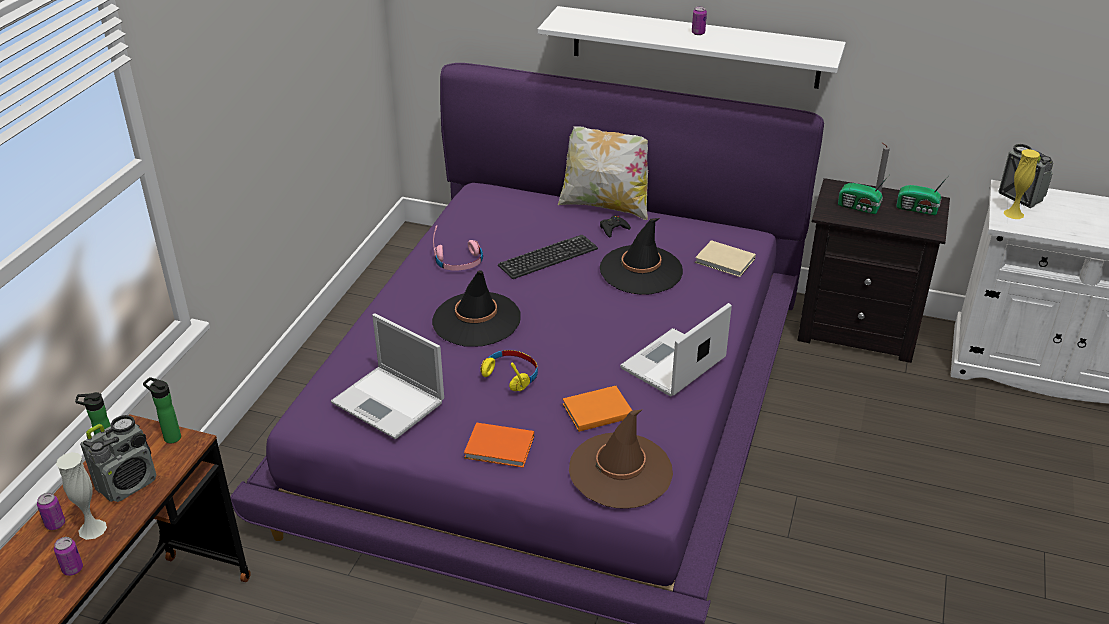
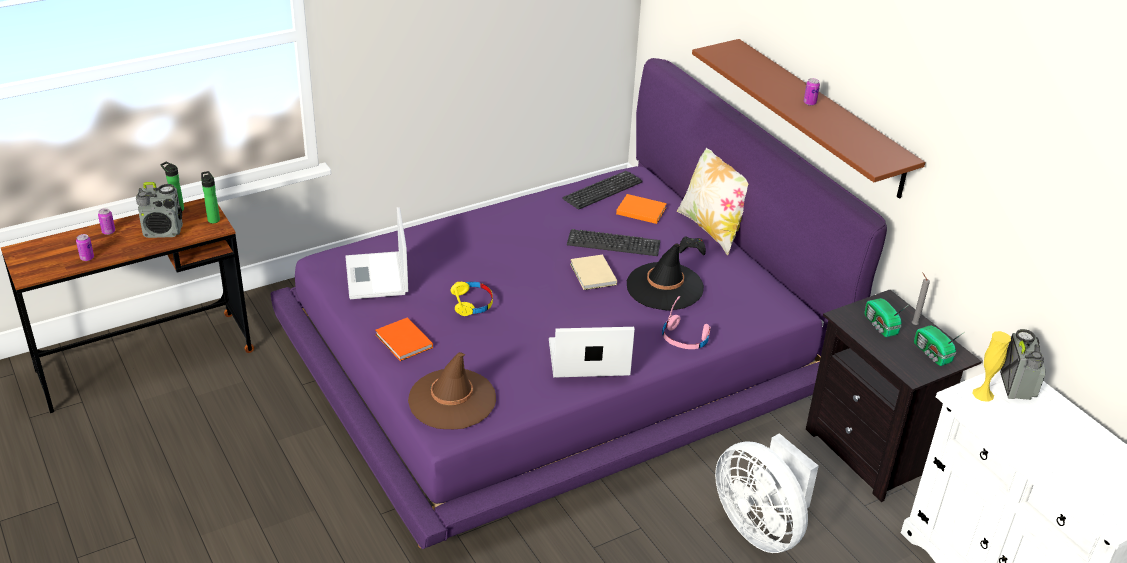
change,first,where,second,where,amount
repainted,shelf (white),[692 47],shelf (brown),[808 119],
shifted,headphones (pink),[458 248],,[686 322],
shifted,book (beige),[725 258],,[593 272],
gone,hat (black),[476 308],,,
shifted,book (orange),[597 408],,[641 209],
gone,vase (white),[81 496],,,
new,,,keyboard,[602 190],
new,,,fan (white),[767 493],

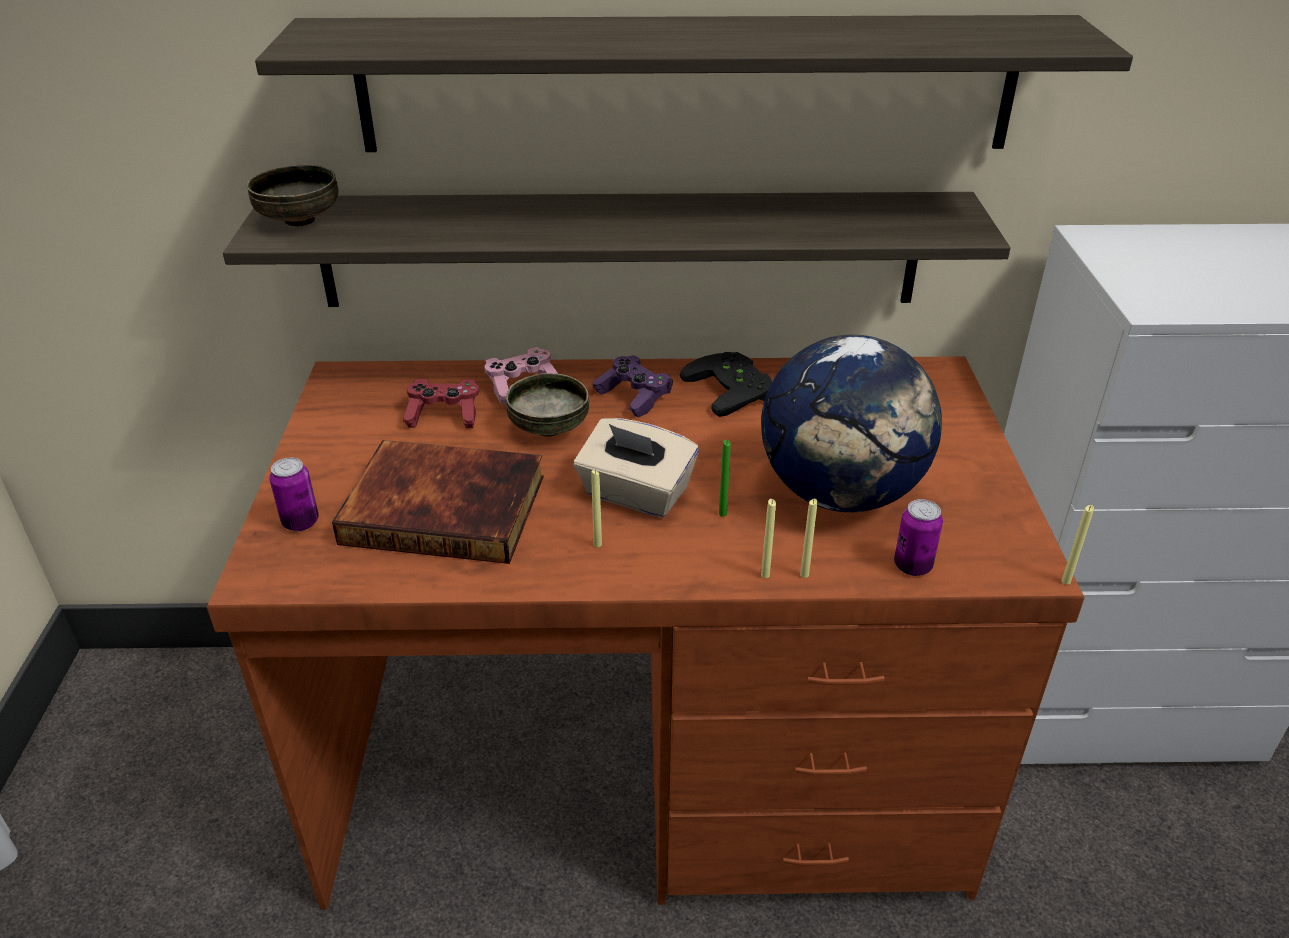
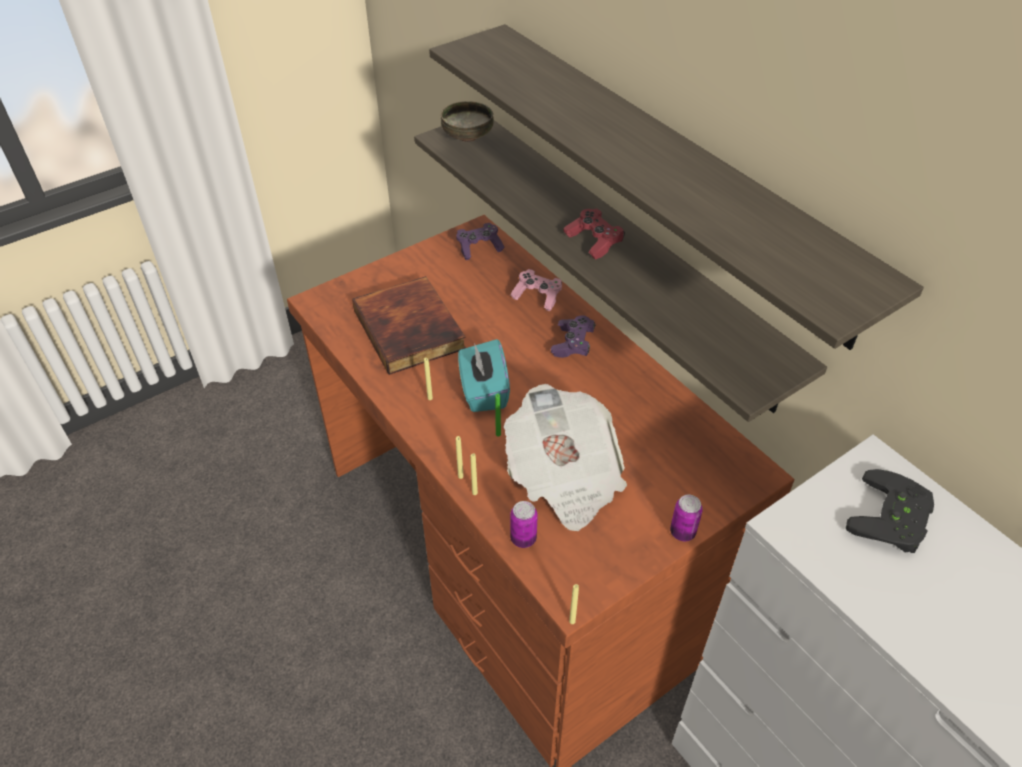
change,first,where,second,where,amount
swapped,globe,[851 423],newspaper,[565 457],
shifted,game controller (black),[726 384],,[890 511],
gone,bowl,[547 405],,,
shifted,game controller (red),[441 403],,[594 234],
repainted,tissue box (beige),[636 468],tissue box (turquoise),[484 375],
shifted,can,[294 494],,[686 518],
new,,,game controller (purple),[480 241],

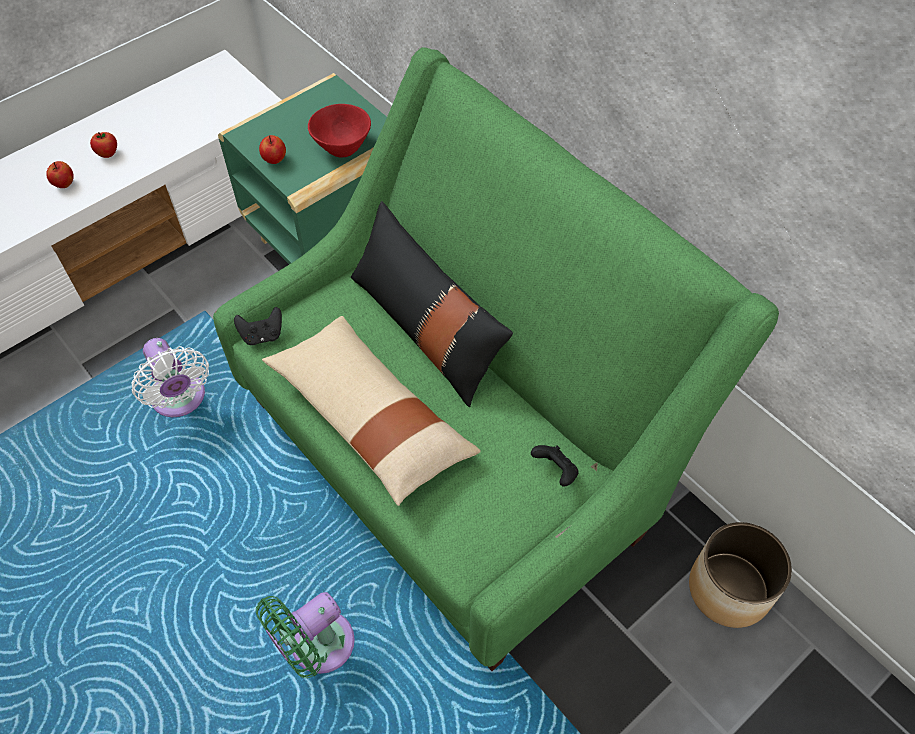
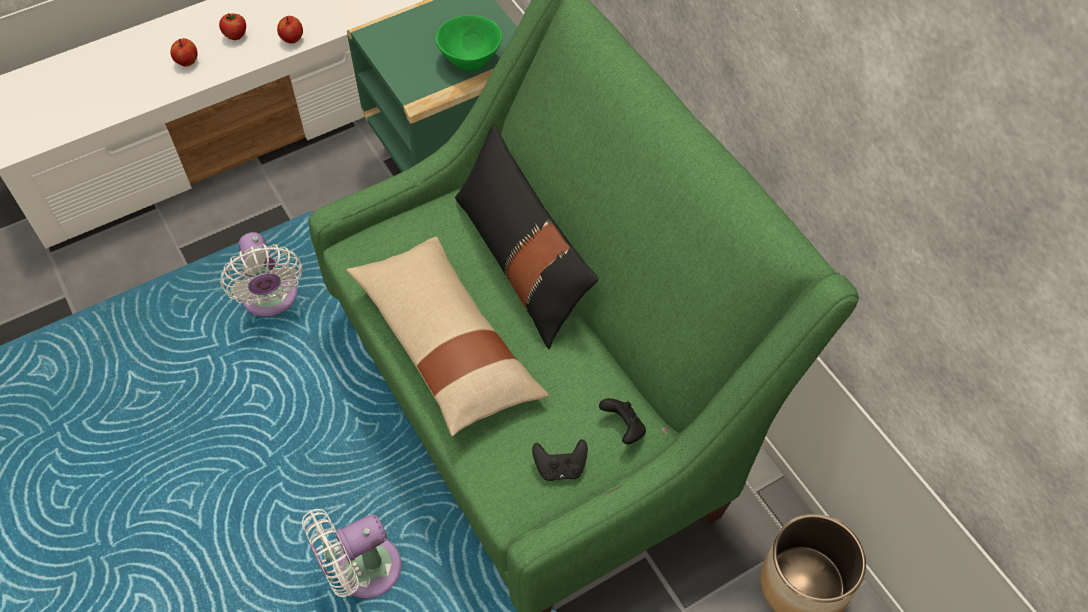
change,first,where,second,where,amount
repainted,bowl (red),[339 130],bowl (green),[469 43],
shifted,apple,[272 149],,[290 30],
shifted,game controller (black),[258 326],,[560 460],
repainted,fan (green),[305 635],fan (white),[352 554],

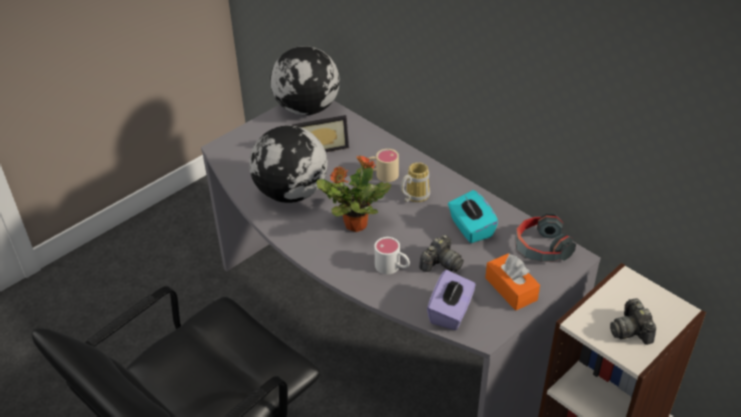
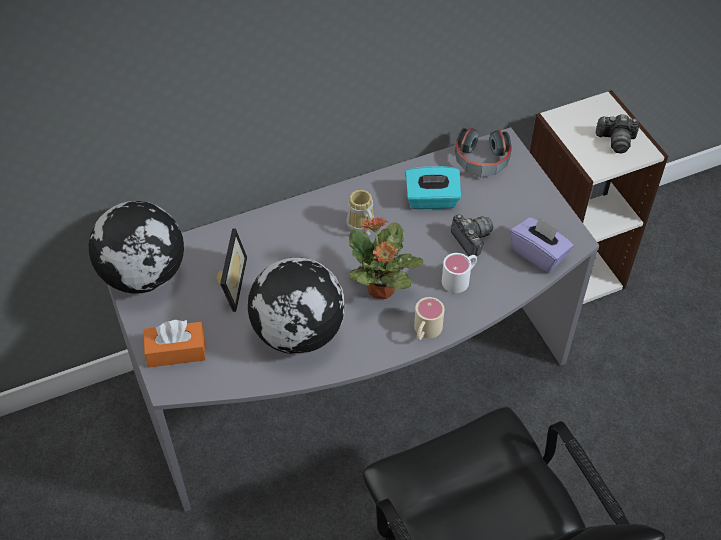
change,first,where,second,where,amount
shifted,mug (beige),[383 165],,[429 318],
shifted,tissue box (orange),[512 282],,[175 343],

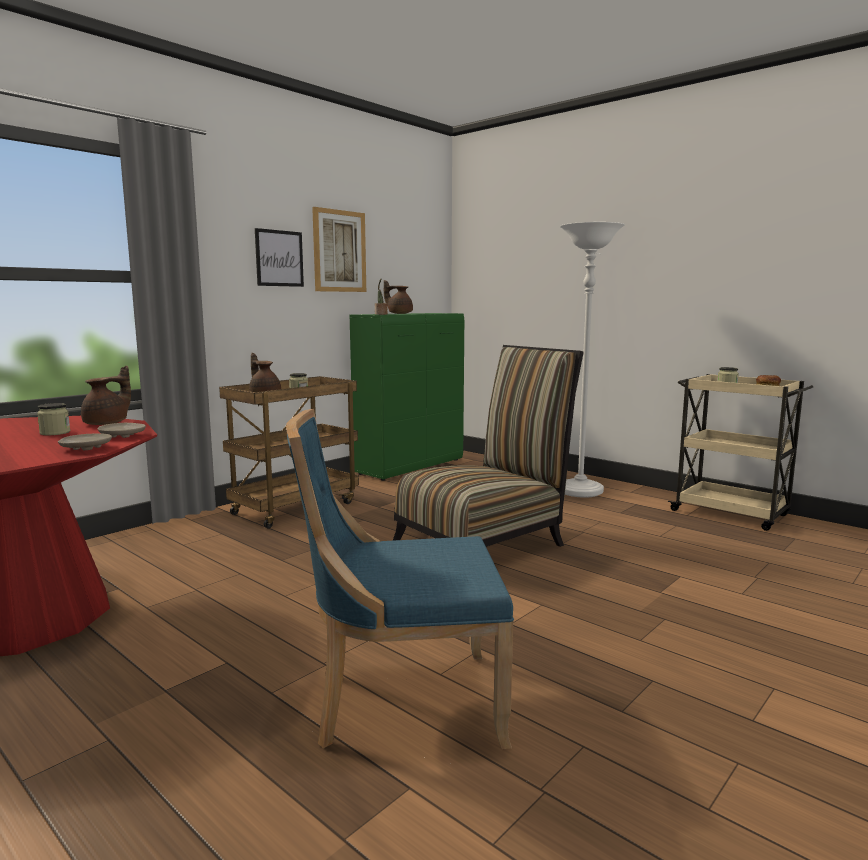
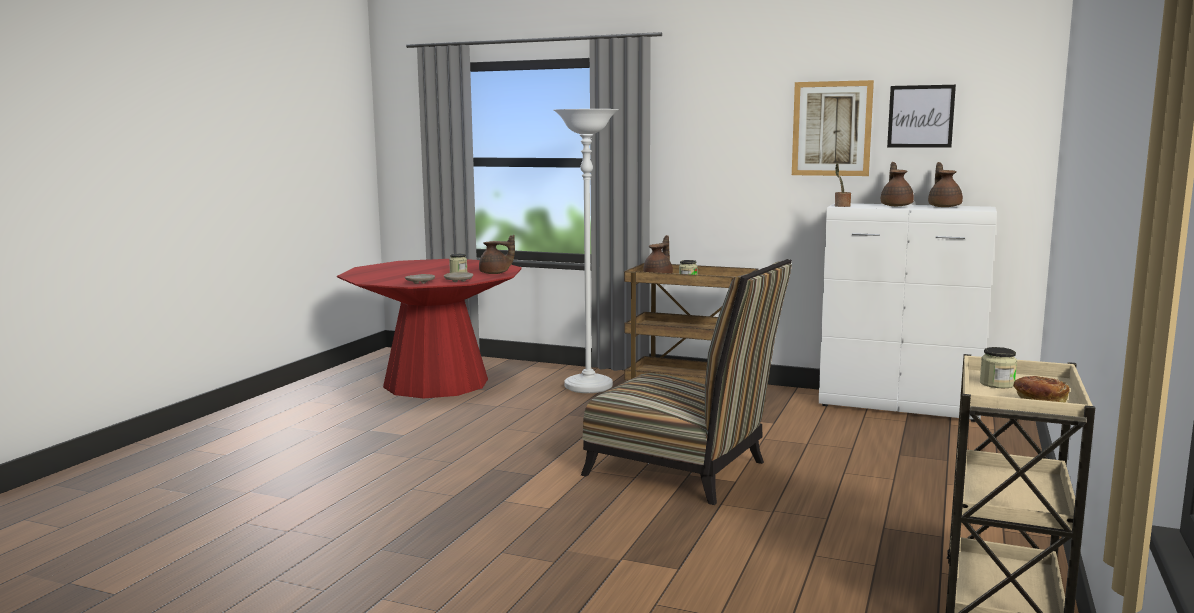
change,first,where,second,where,amount
shifted,floor lamp (white),[592 360],,[586 251],
shifted,picture,[279 257],,[921 116],
repainted,cabinet (green),[407 397],cabinet (white),[908 312],
gone,chair (blue),[400 579],,,
new,,,teapot (brown),[945 184],

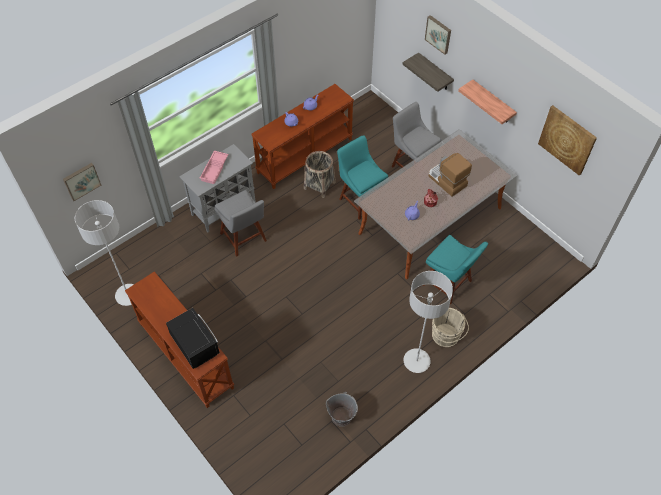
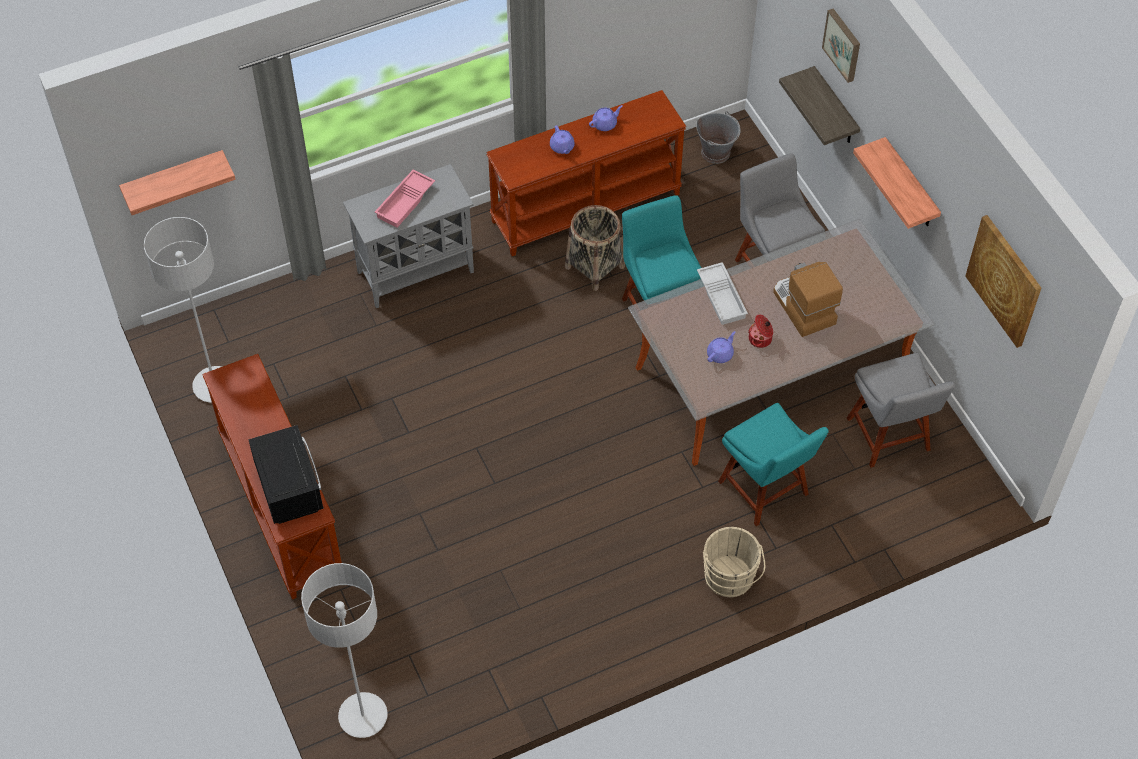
change,first,where,second,where,amount
swapped,picture,[82 182],shelf,[177 182],
shifted,chair (grey),[240 223],,[901 410],
shifted,floor lamp (grey),[428 322],,[344 650],
shifted,bucket (grey),[342 409],,[718 137],
new,,,tray (white),[722 293],

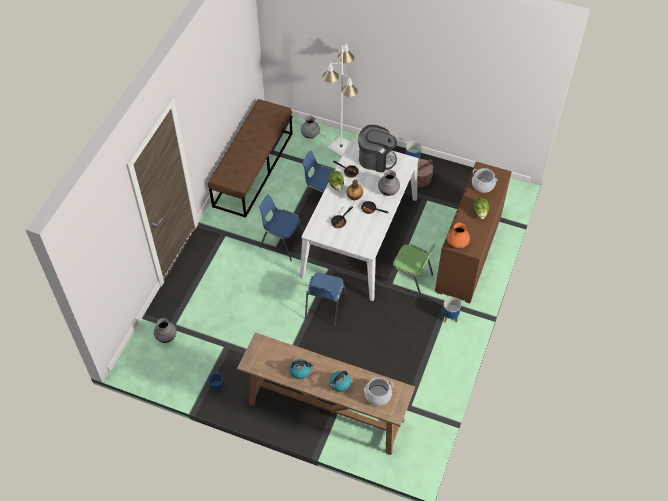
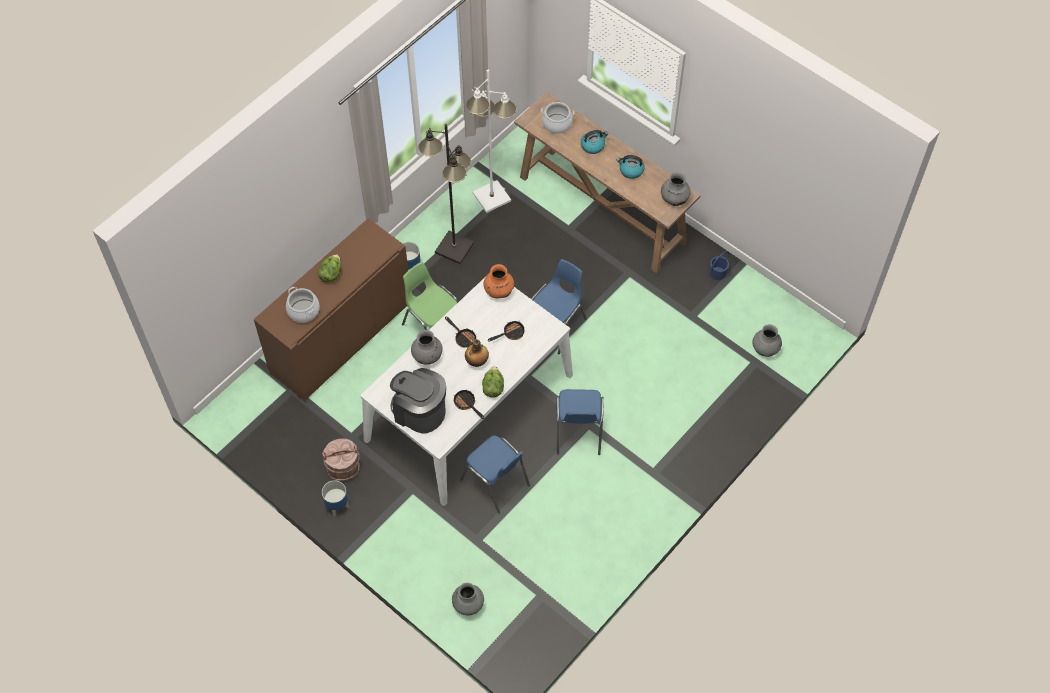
change,first,where,second,where,amount
shifted,floor lamp (white),[340 100],,[491 141],
gone,bench (brown),[250 158],,,
rotated,chair (blue),[281 227],,[580 422],45 degrees clockwise
shifted,vase (orange),[458 236],,[498 281],
new,,,floor lamp (black),[446 194],
new,,,vase (grey),[675 189],

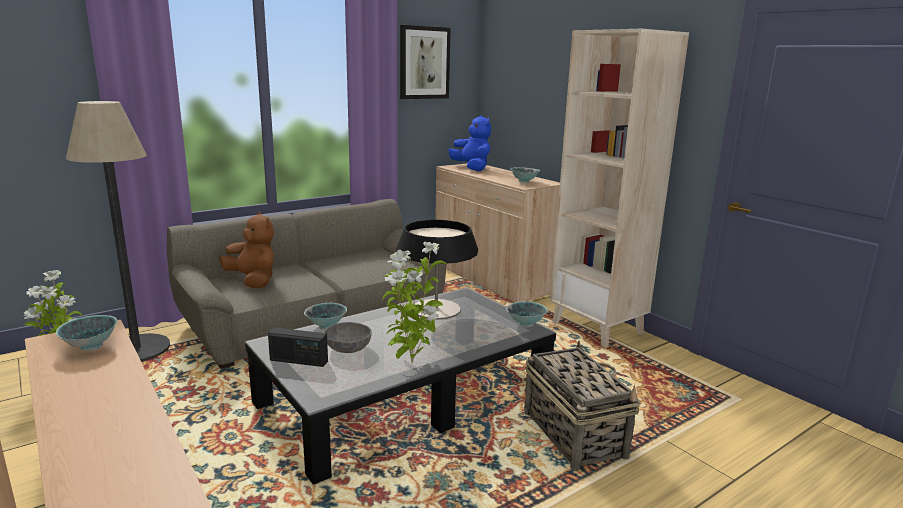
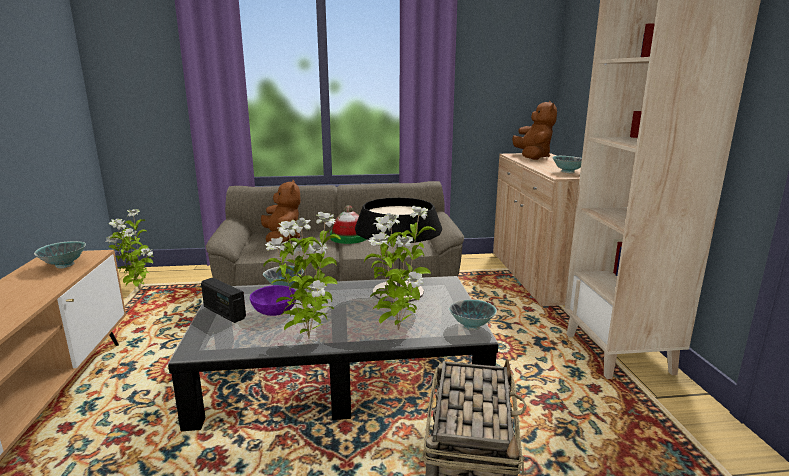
change,first,where,second,where,amount
gone,picture,[425 62],,,
gone,floor lamp,[118 231],,,
repainted,plush toy (blue),[469 143],plush toy (brown),[534 130],
repainted,bowl (grey),[348 337],bowl (purple),[273 300],
new,,,hat,[348 224],
new,,,potted plant,[400 268],

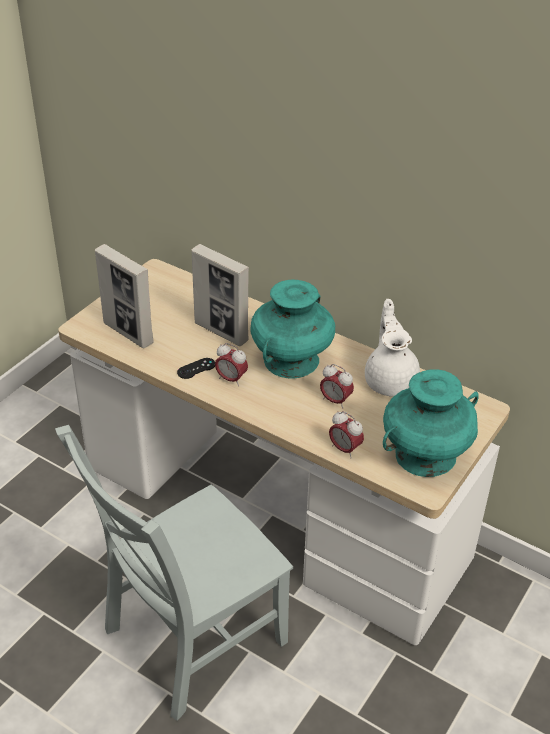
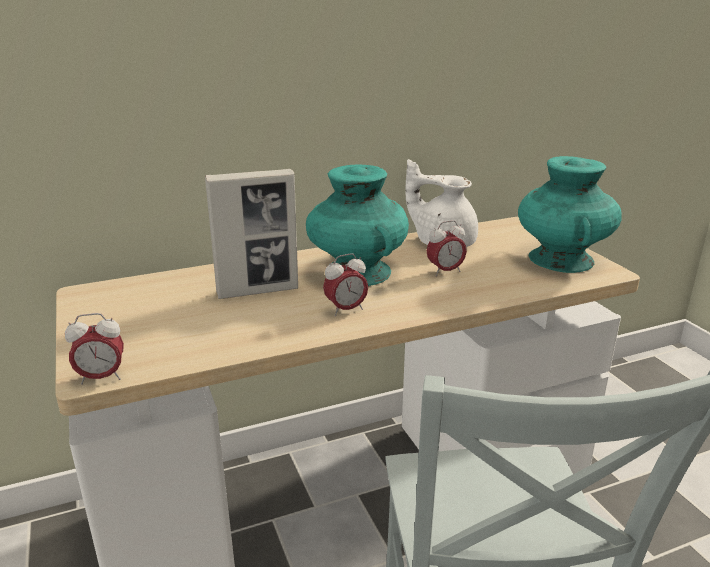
change,first,where,second,where,amount
gone,picture frame,[124 296],,,
gone,game controller (black),[196 368],,,
shifted,alarm clock,[346 434],,[94 349],

